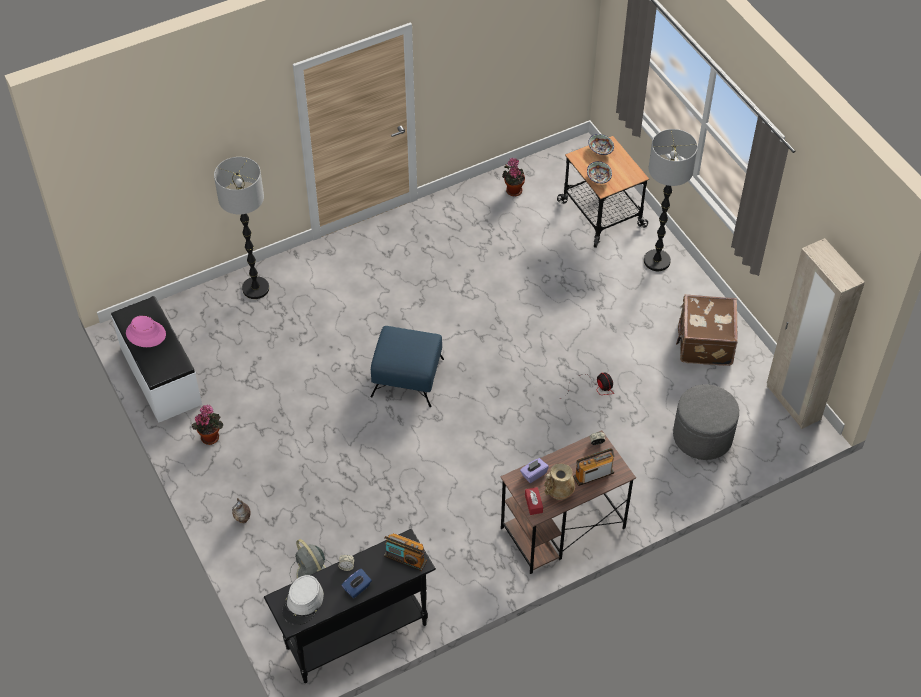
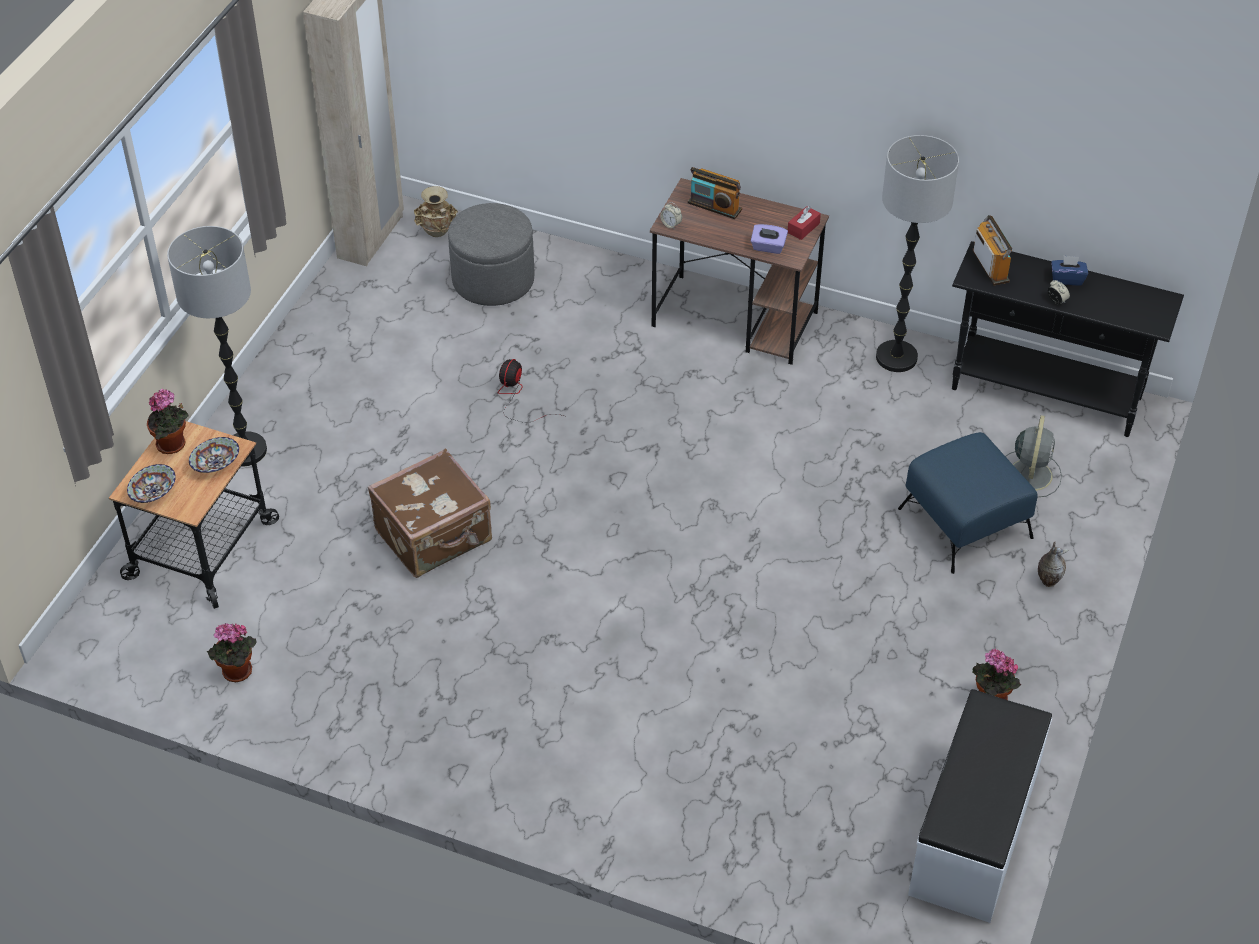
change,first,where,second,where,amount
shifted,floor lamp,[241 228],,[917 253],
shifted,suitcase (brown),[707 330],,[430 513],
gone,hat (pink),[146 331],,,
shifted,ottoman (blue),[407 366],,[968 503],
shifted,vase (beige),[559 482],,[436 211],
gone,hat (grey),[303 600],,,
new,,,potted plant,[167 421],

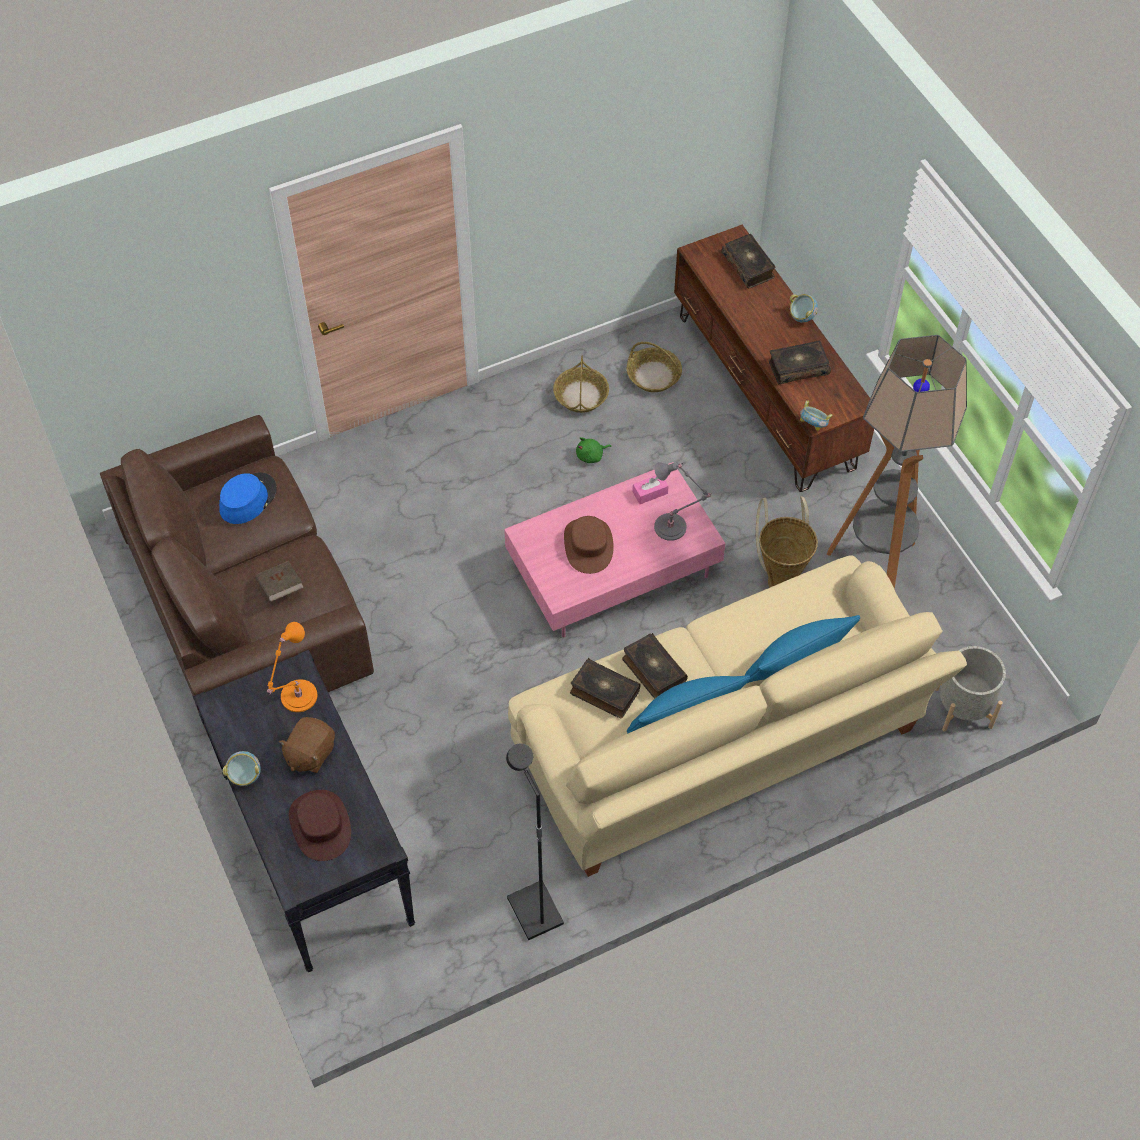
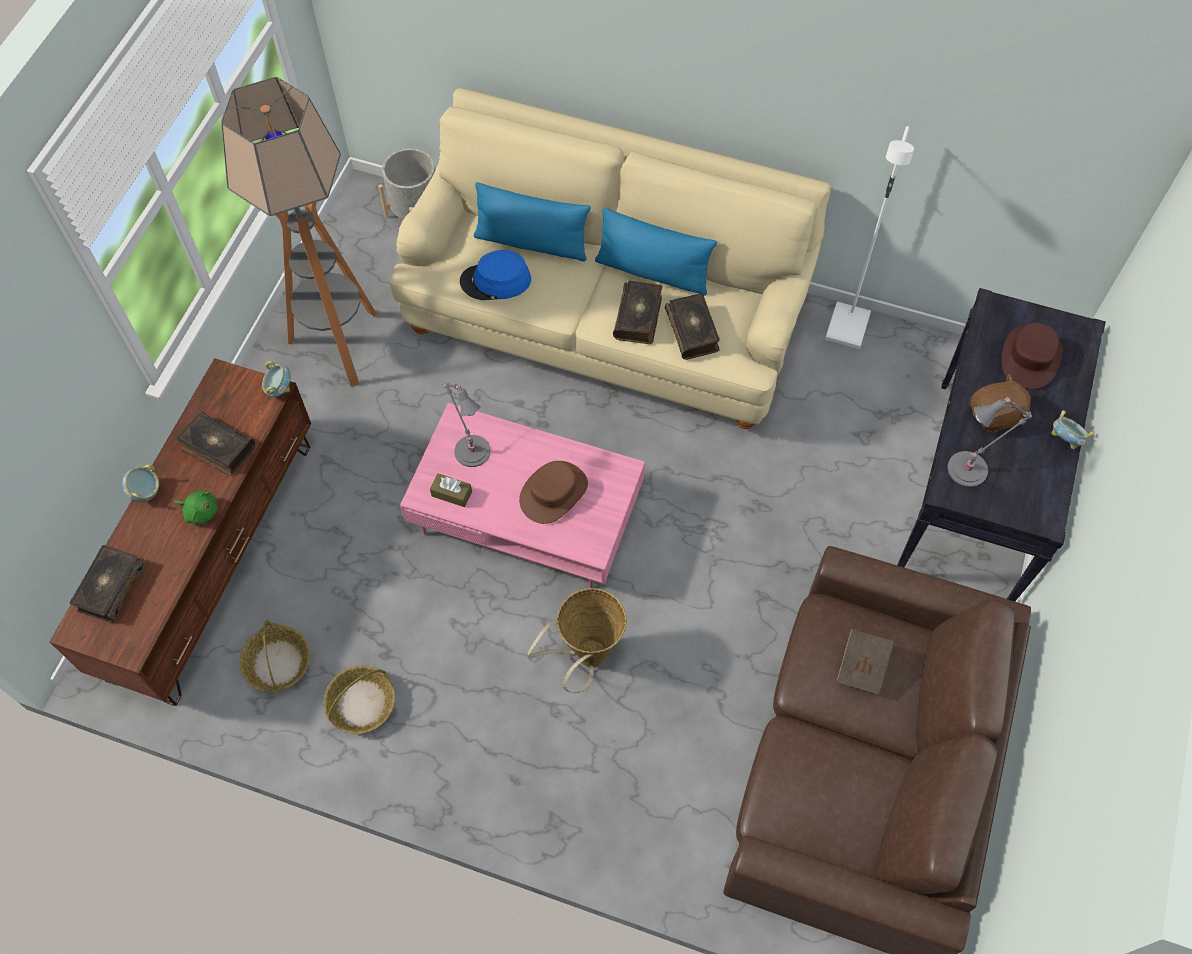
change,first,where,second,where,amount
shifted,plush toy (green),[594 450],,[196 507],
shifted,hat (blue),[248 498],,[495 275],
repainted,tissue box (pink),[651 490],tissue box (brown),[451 490],
shifted,basket,[787 541],,[577 640],
repainted,table lamp (orange),[292 667],table lamp (grey),[990 441],
repainted,floor lamp (black),[535 841],floor lamp (white),[869 237],

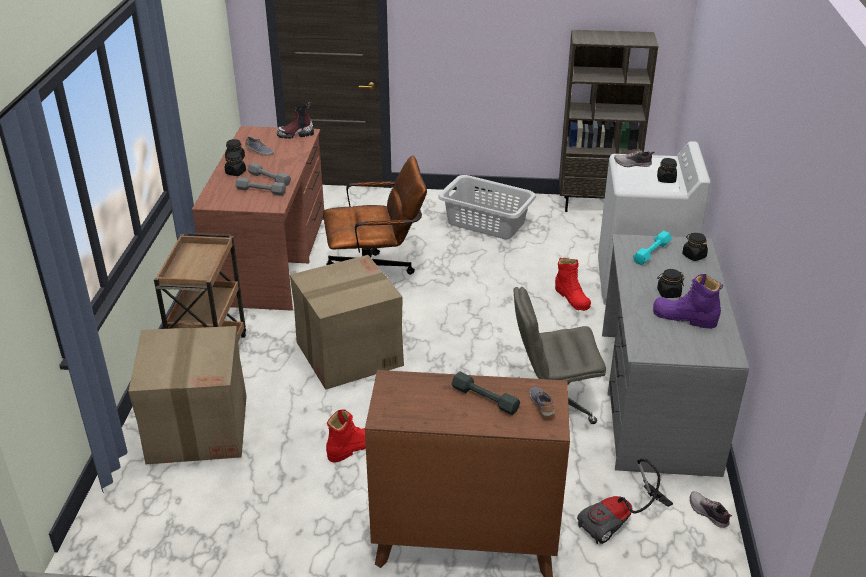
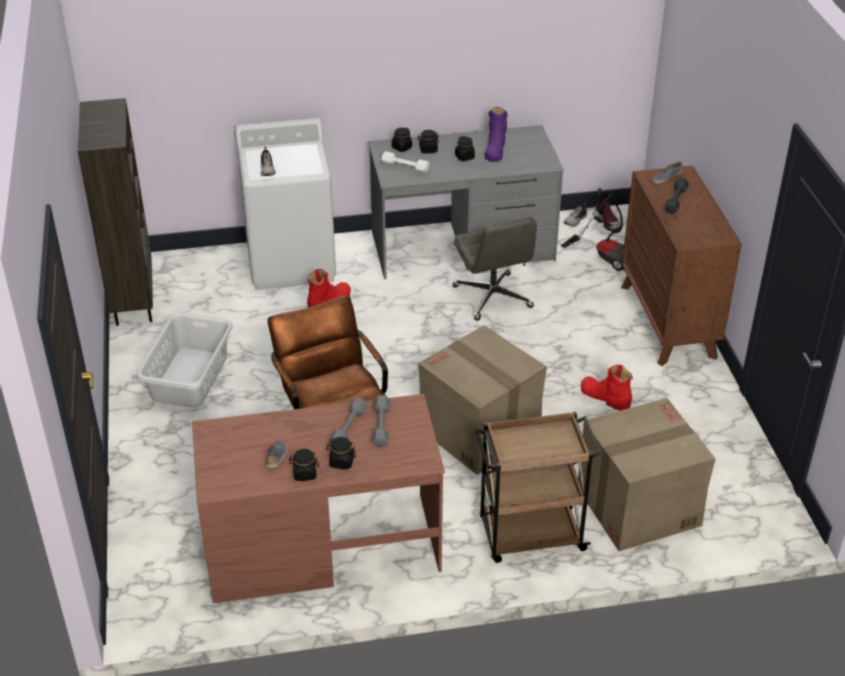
change,first,where,second,where,amount
shifted,boot,[295 120],,[607 210],
shifted,jar (black),[667 170],,[428 141],
repainted,dumbbell (turquoise),[652 248],dumbbell (white),[405 162],

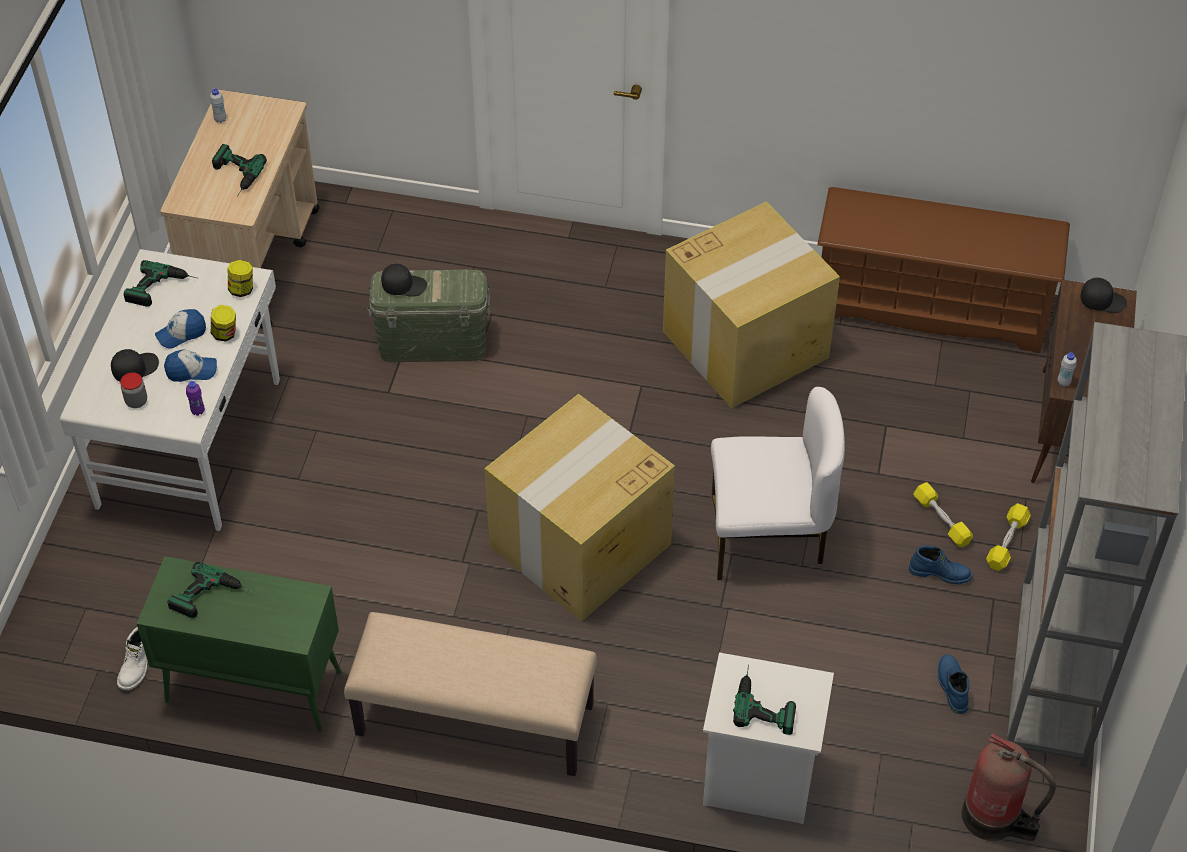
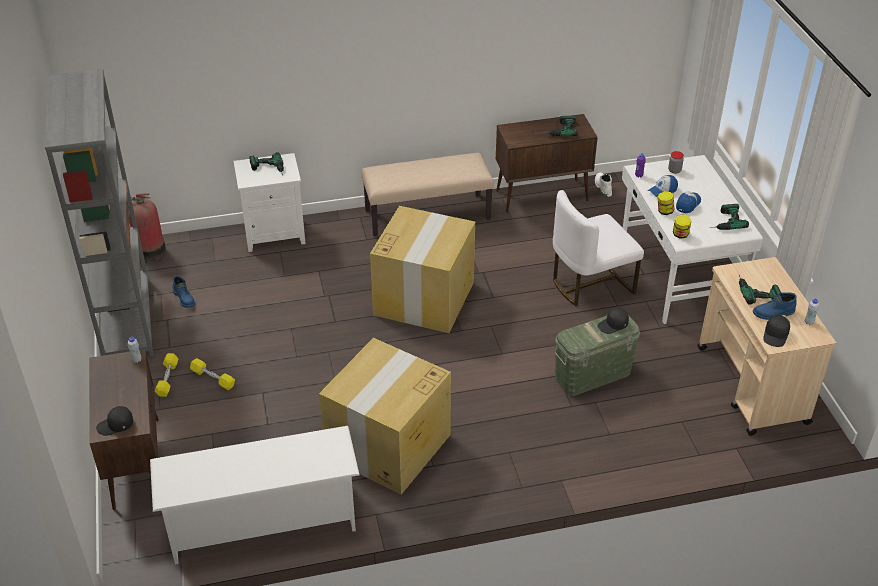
change,first,where,second,where,amount
repainted,shoe rack (brown),[943 270],shoe rack (white),[254 495],
shifted,cap (black),[135 365],,[776 331],
shifted,chair (white),[778 483],,[598 248],
shifted,boot (blue),[940 564],,[775 306],
repainted,cabinet (green),[239 644],cabinet (brown),[547 163],

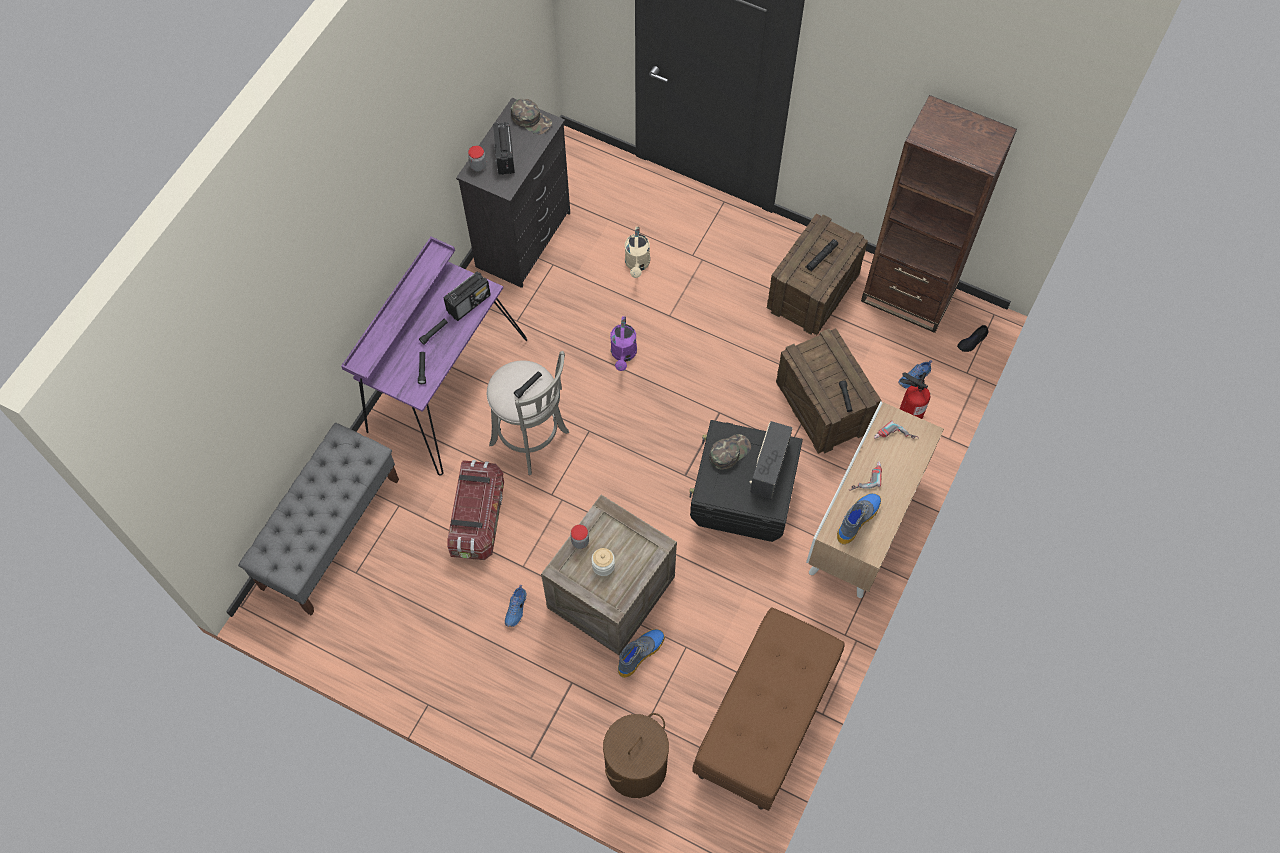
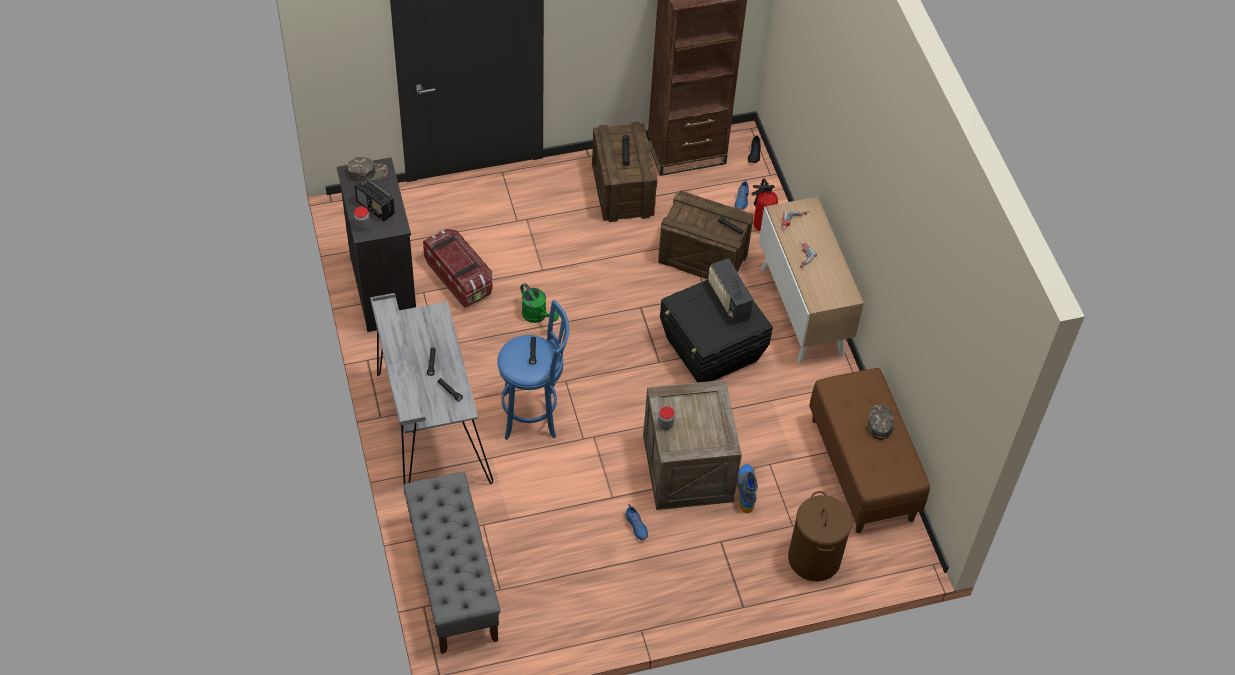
change,first,where,second,where,amount
gone,watering can (beige),[637 252],,,
repainted,desk (purple),[434 356],desk (grey),[431 393],
gone,radio,[467 296],,,
repainted,watering can (purple),[623 343],watering can (green),[539 303],
repainted,stool (grey),[528 413],stool (blue),[533 370],
shifted,cap (green),[730 451],,[881 422],
shifted,storage box,[475 510],,[457 268],
gone,boot,[859 519],,,
gone,jar,[603 562],,,

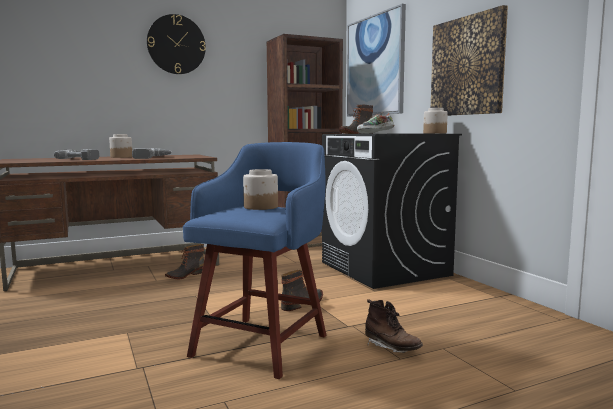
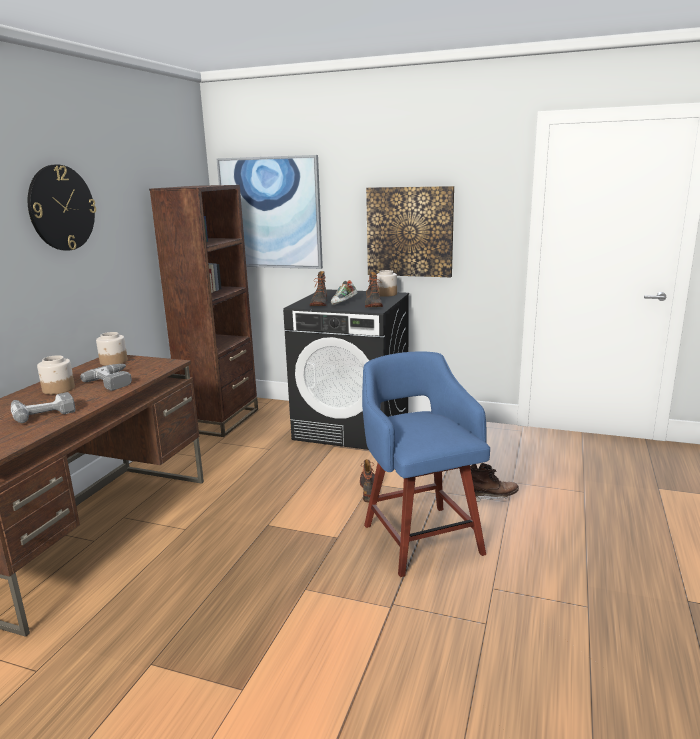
change,first,where,second,where,amount
shifted,jar,[260 189],,[112 349],
shifted,boot,[184 261],,[374 289],

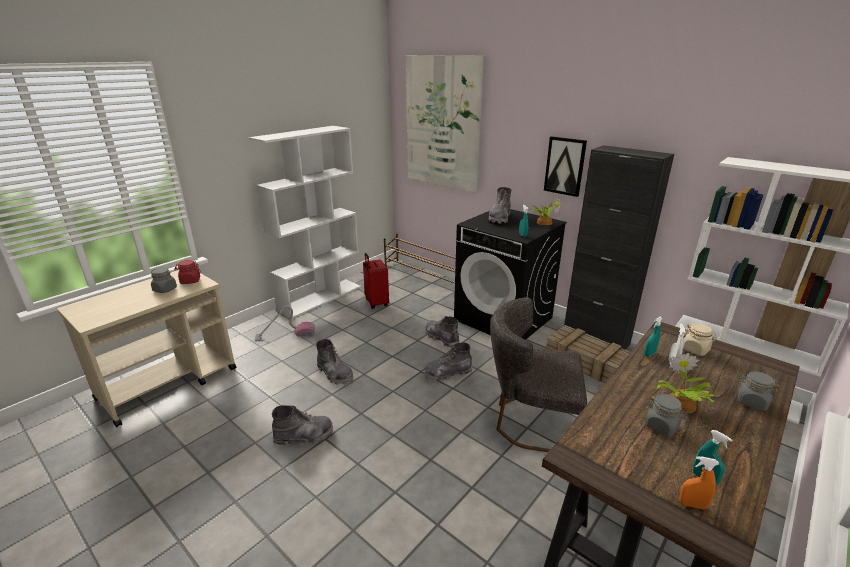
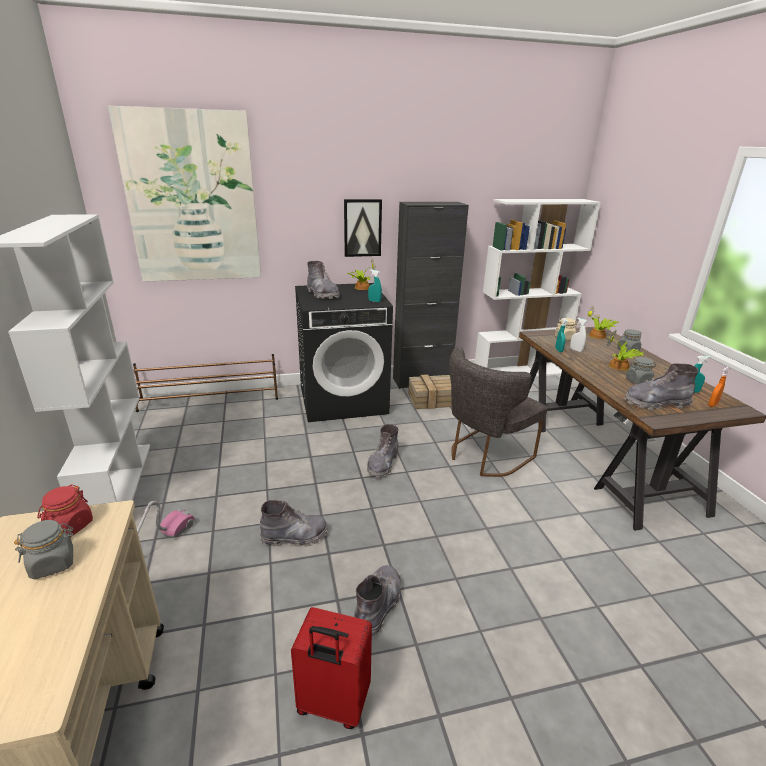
change,first,where,second,where,amount
shifted,suitcase (red),[376 281],,[331 668],
shifted,boot (grey),[442 332],,[661 387],
new,,,potted plant,[602 322],

